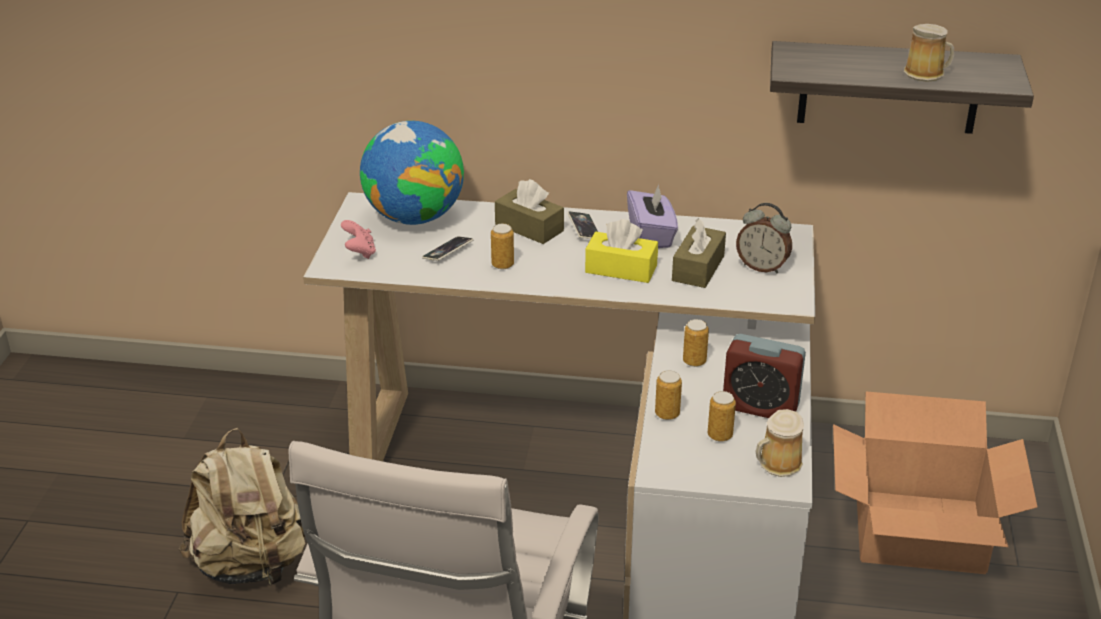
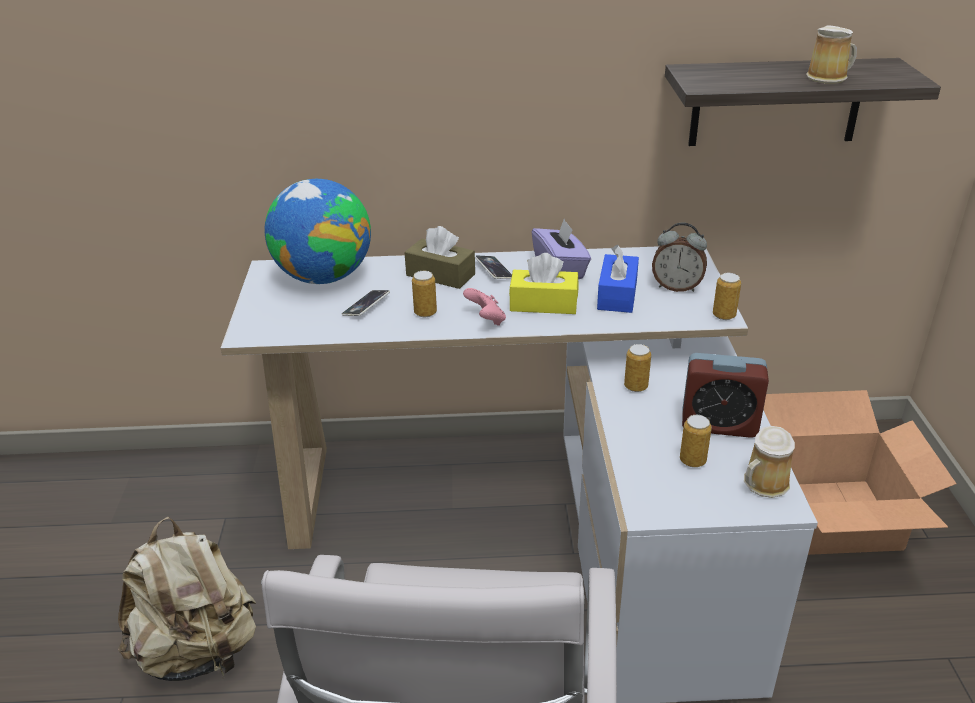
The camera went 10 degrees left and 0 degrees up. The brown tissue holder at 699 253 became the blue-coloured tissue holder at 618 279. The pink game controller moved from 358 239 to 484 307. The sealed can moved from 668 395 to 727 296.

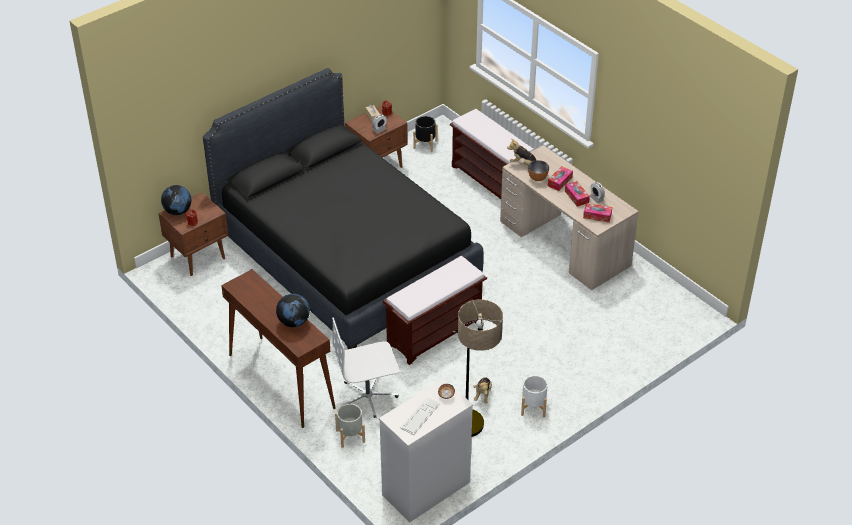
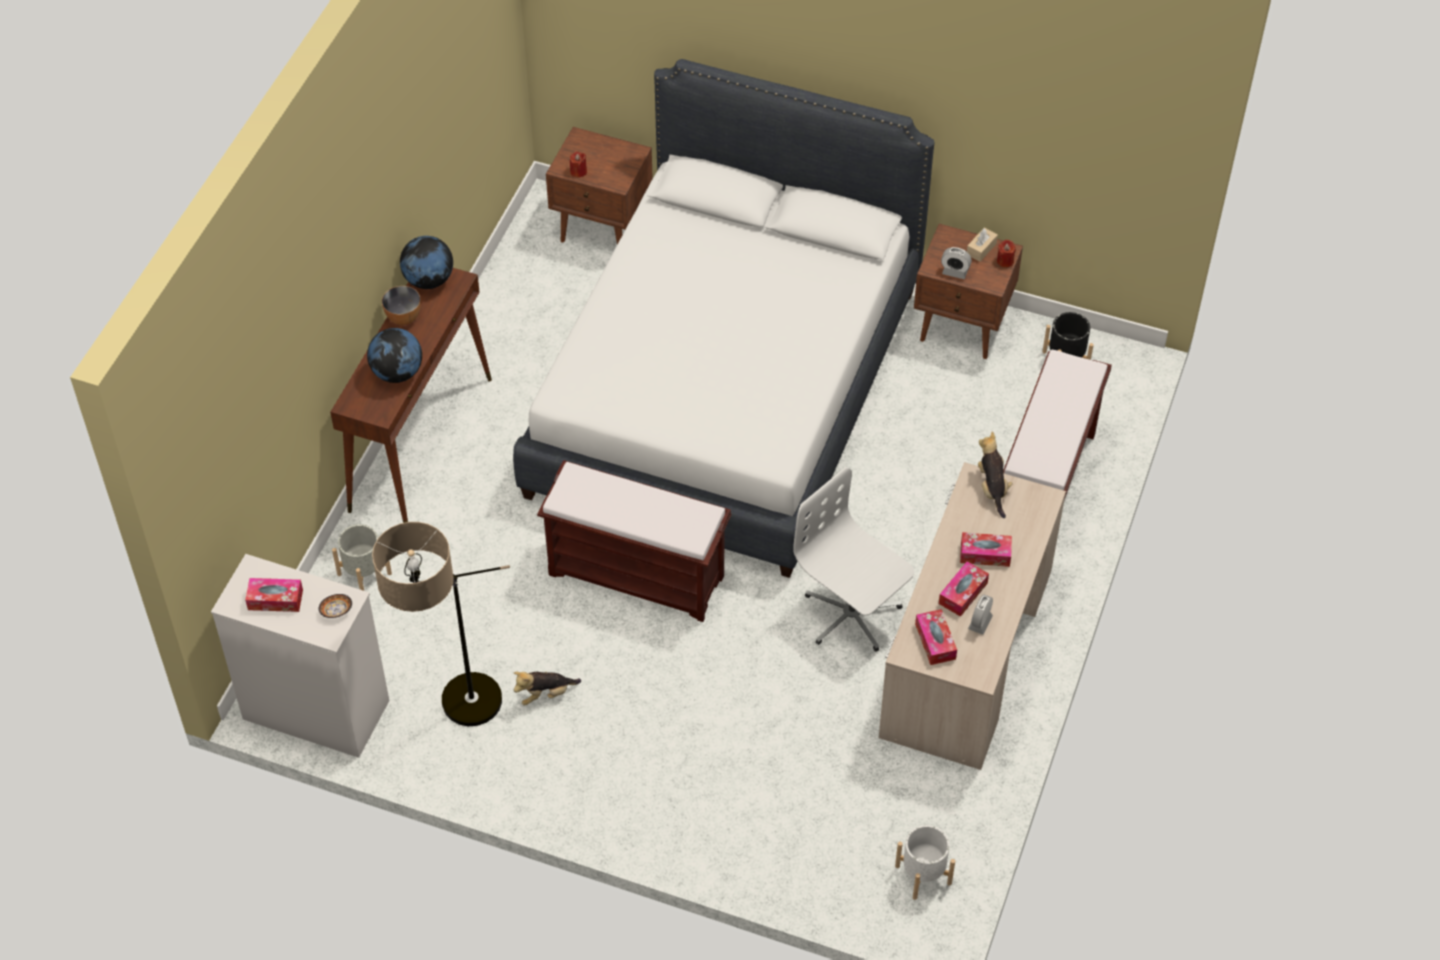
The camera went 60 degrees right and 10 degrees up. The black sleeping bed at 343 208 became the white-coloured sleeping bed at 723 318. The serving bowl moved from 538 170 to 401 305. The world globe moved from 176 200 to 426 262. The white-coloured desk chair moved from 365 367 to 854 559. The white-coloured plant pot moved from 534 396 to 925 862. The PC keyboard at 420 416 was replaced by the tissue holder at 274 595.

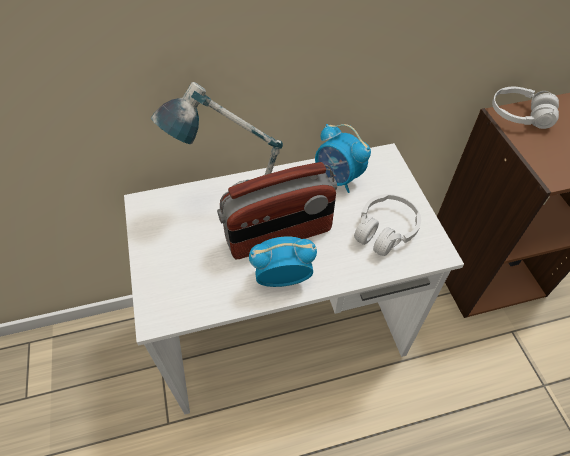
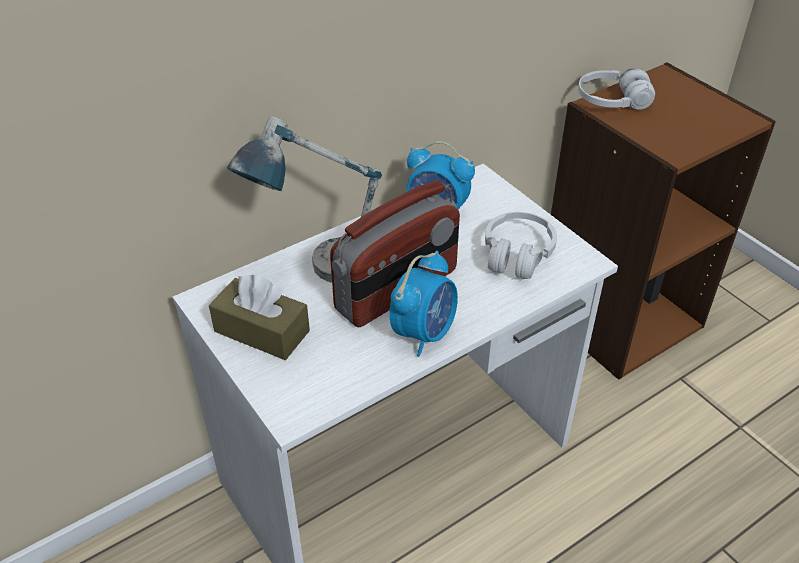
The camera went 20 degrees left and 10 degrees down. The alarm clock at 283 261 turned 150 degrees clockwise. The brown tissue holder at 259 317 appeared.

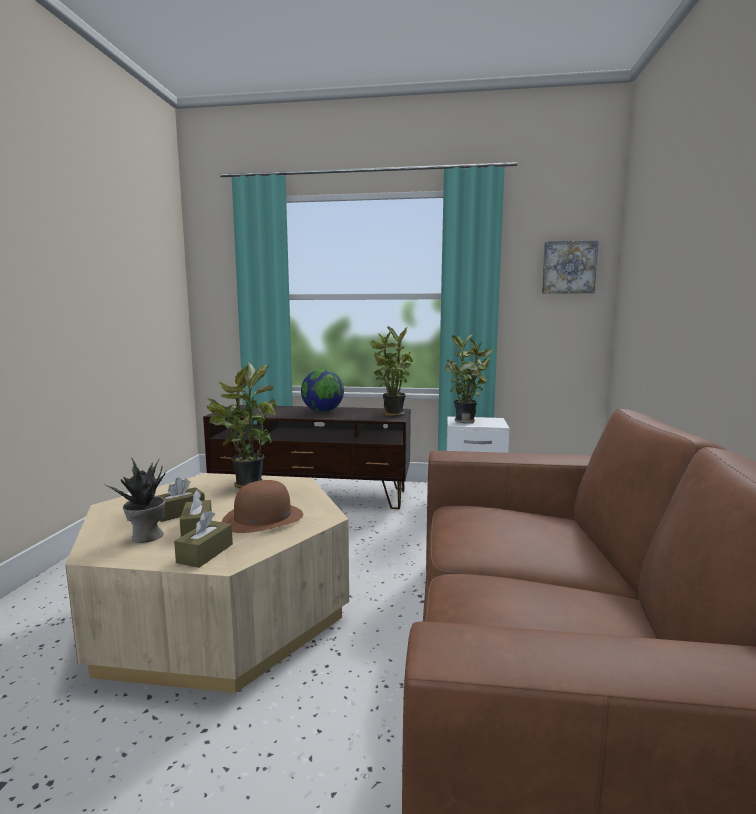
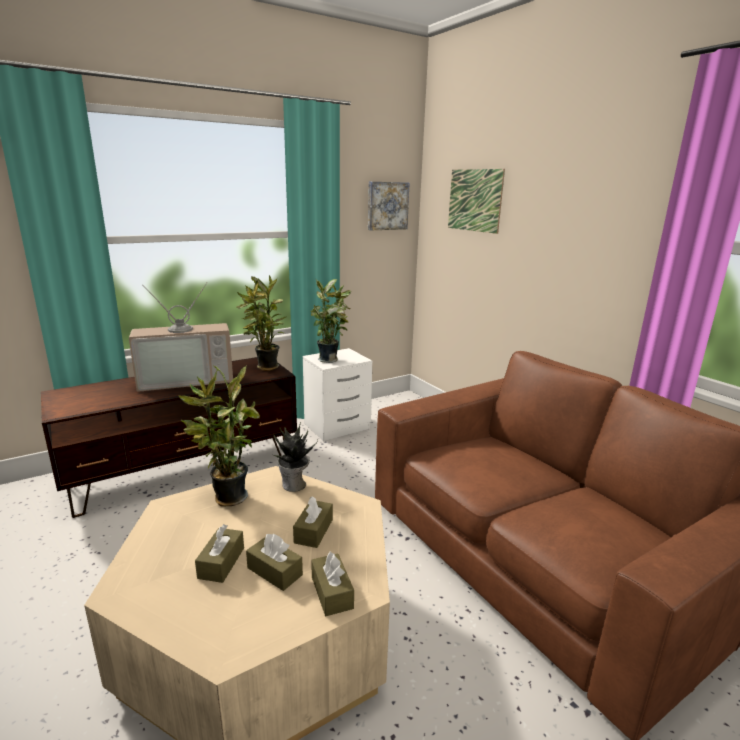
The camera went 40 degrees left and 10 degrees up. The world globe at 322 390 was replaced by the TV set at 181 337. The potted plant moved from 135 500 to 295 457. The brown hat at 262 506 was replaced by the brown tissue holder at 313 522. The wall picture at 476 201 appeared.

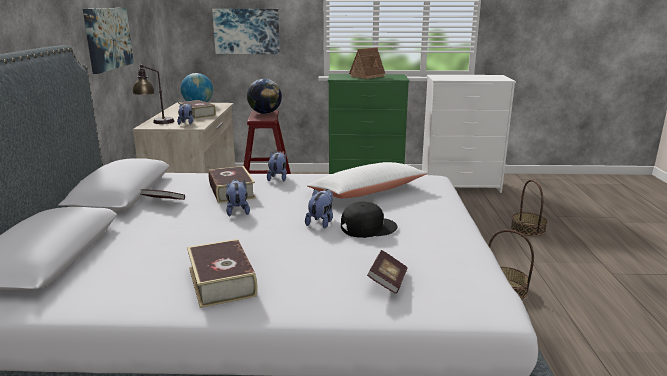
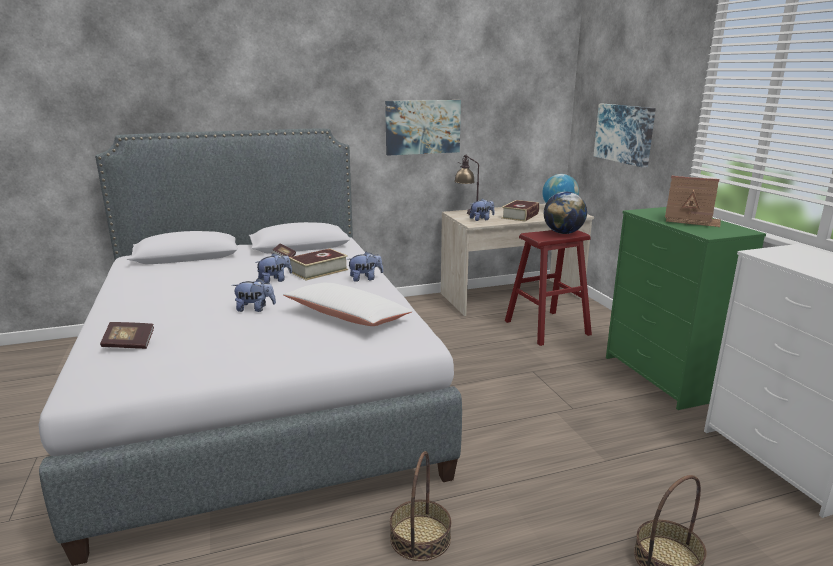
The camera went 70 degrees right and 0 degrees up. The black baseball cap at 369 220 disappeared. The book at 222 273 disappeared.

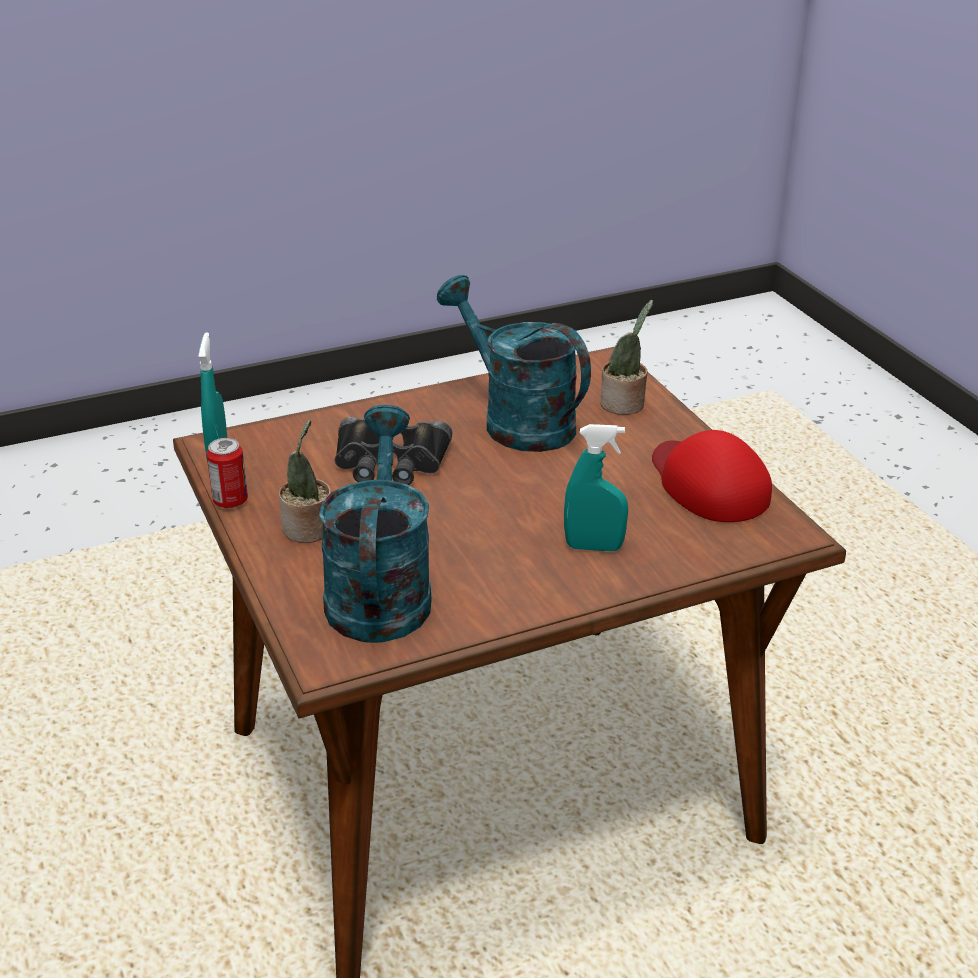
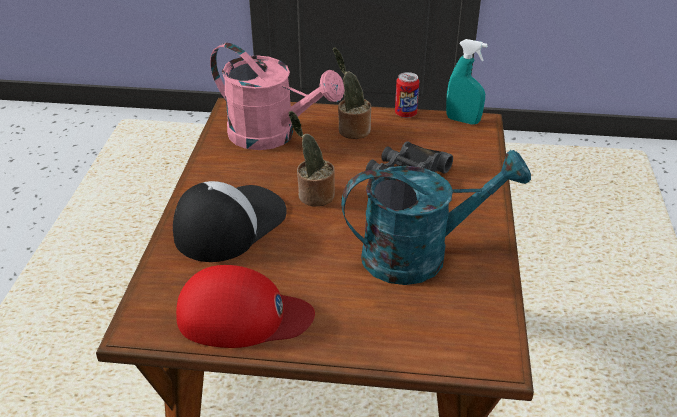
The camera went 120 degrees right and 5 degrees up. The potted plant moved from 626 357 to 312 159. The blue-green watering pot at 375 524 became the pink watering pot at 277 96. The blue-green hand sprayer at 596 487 was replaced by the baseball cap at 230 221.

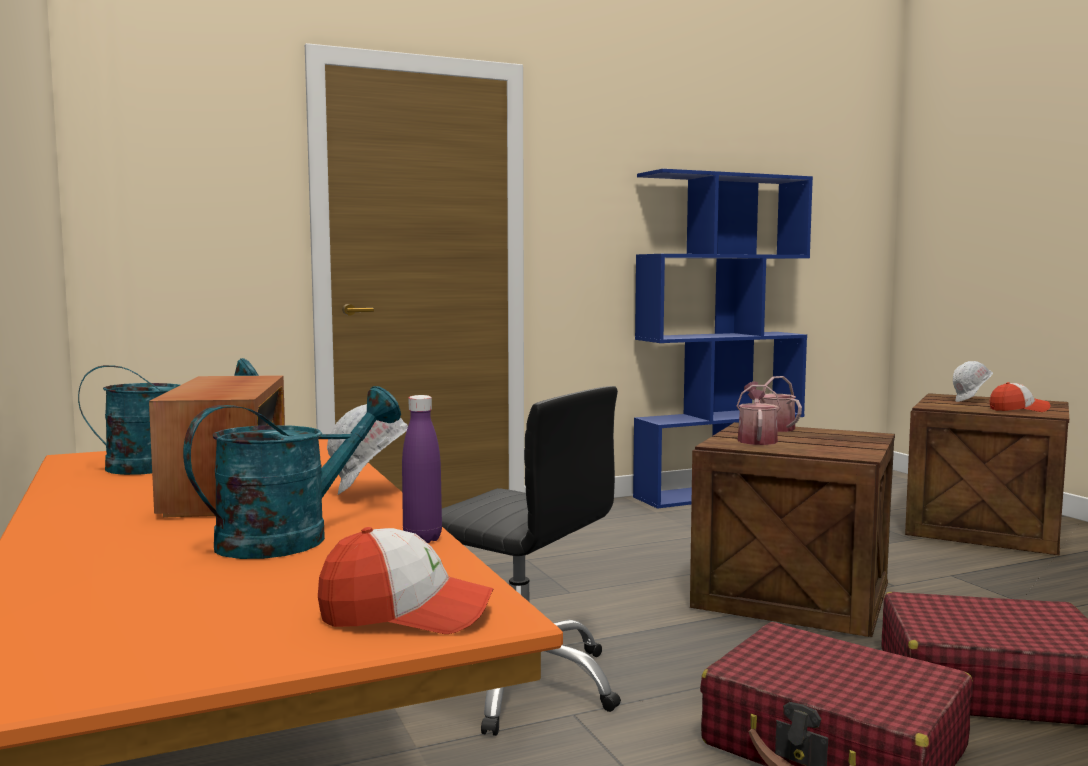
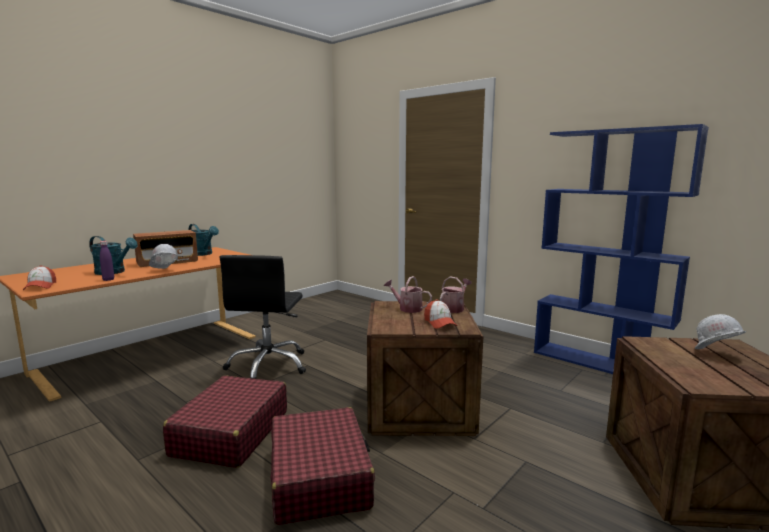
The camera went 65 degrees right and 5 degrees up. The baseball cap moved from 1020 397 to 440 314. The watering pot at 759 415 turned 135 degrees counterclockwise.

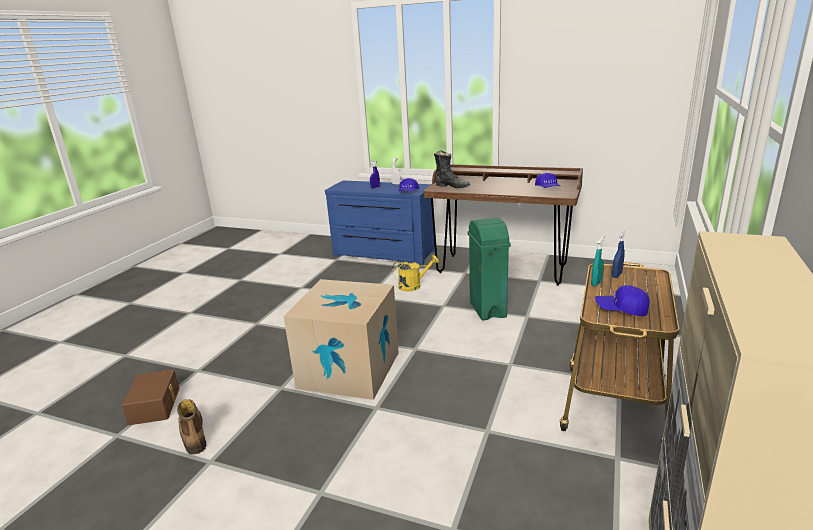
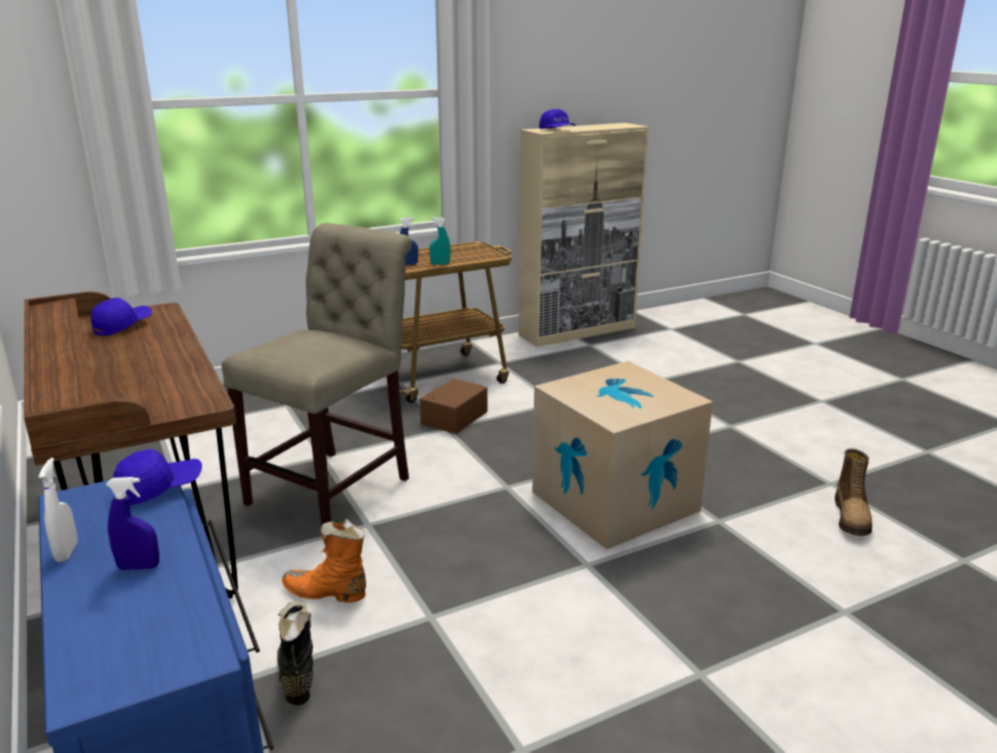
The camera went 140 degrees left and 0 degrees up. The black tall boot moved from 452 169 to 295 652. The green trash can at 489 269 was replaced by the beige upright chair at 317 374. The yellow-coloured watering pot at 415 273 was replaced by the orangey tall boot at 324 561. The blue-coloured baseball cap moved from 622 300 to 557 119. The brown storage box moved from 150 397 to 454 406.

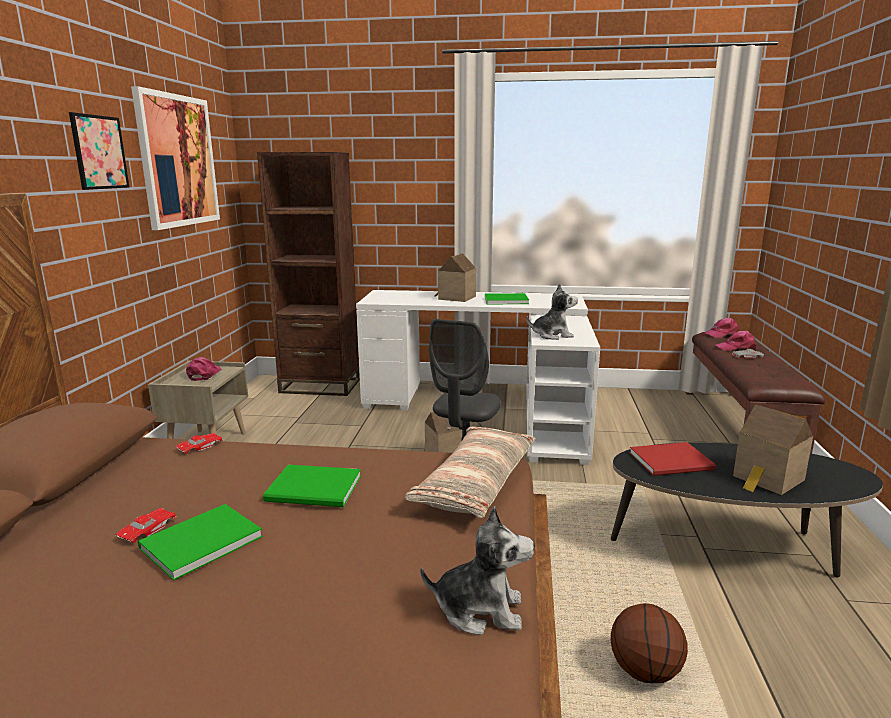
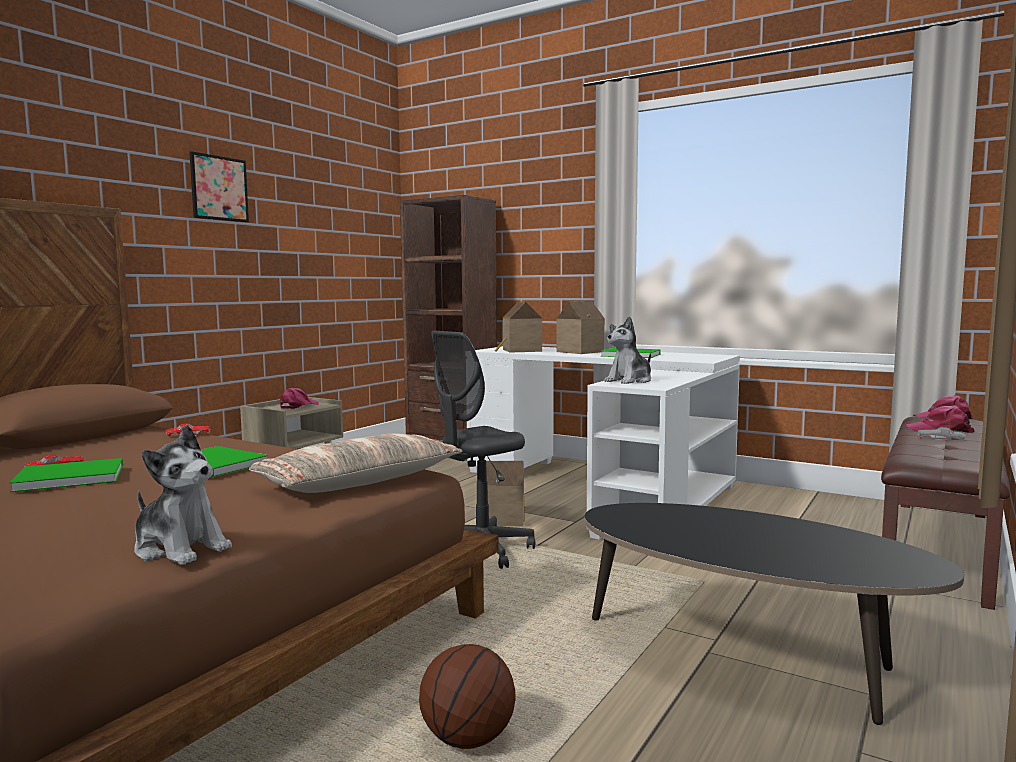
The camera went 25 degrees right and 10 degrees down. The wall picture at 175 158 disappeared. The cuddly toy at 552 311 turned 120 degrees clockwise. The model house moved from 773 449 to 518 327. The red-coloured book at 673 459 disappeared.

